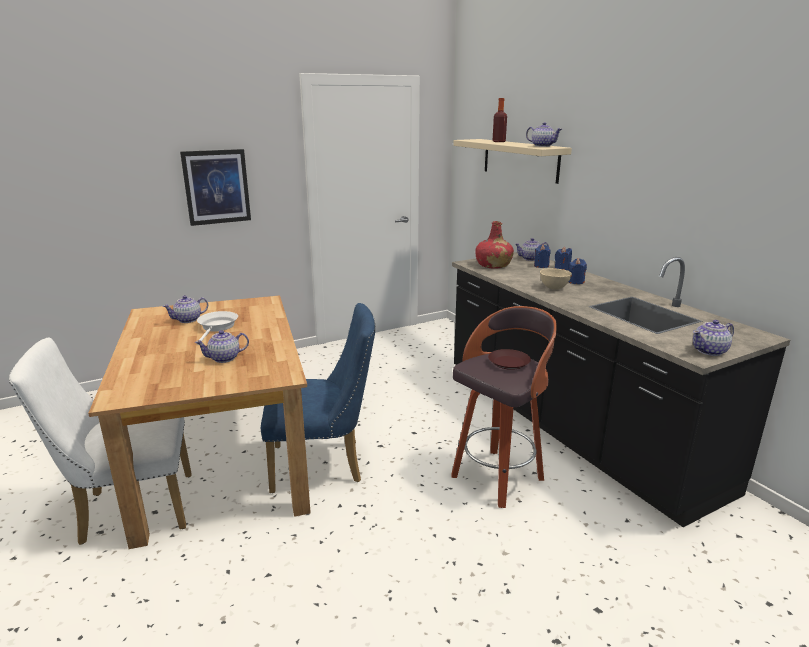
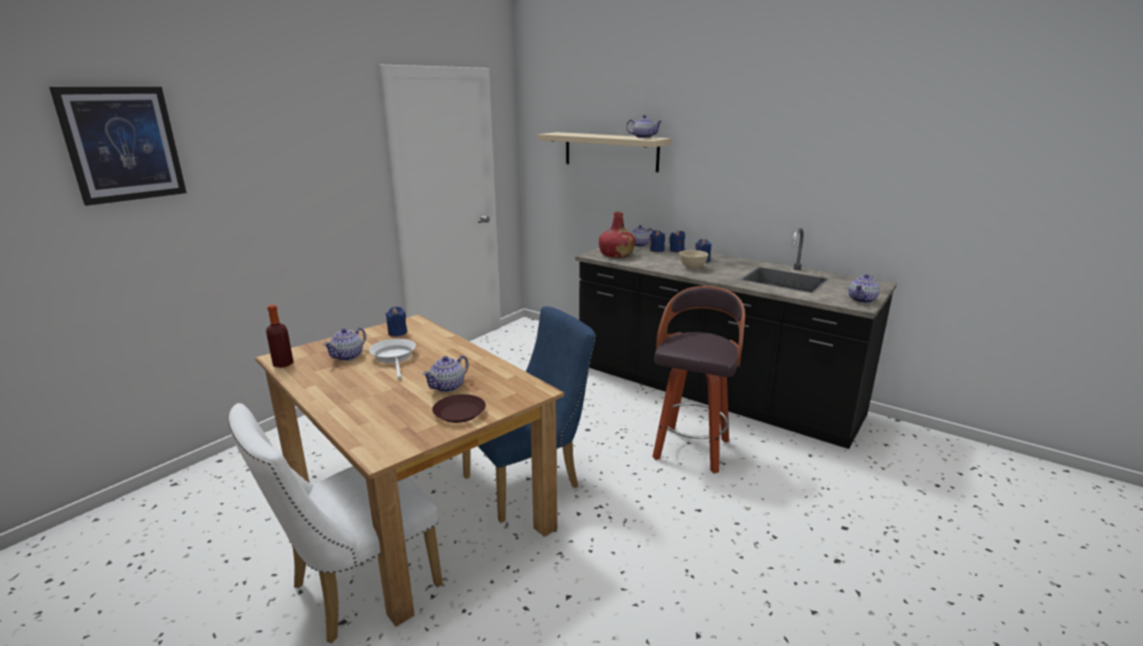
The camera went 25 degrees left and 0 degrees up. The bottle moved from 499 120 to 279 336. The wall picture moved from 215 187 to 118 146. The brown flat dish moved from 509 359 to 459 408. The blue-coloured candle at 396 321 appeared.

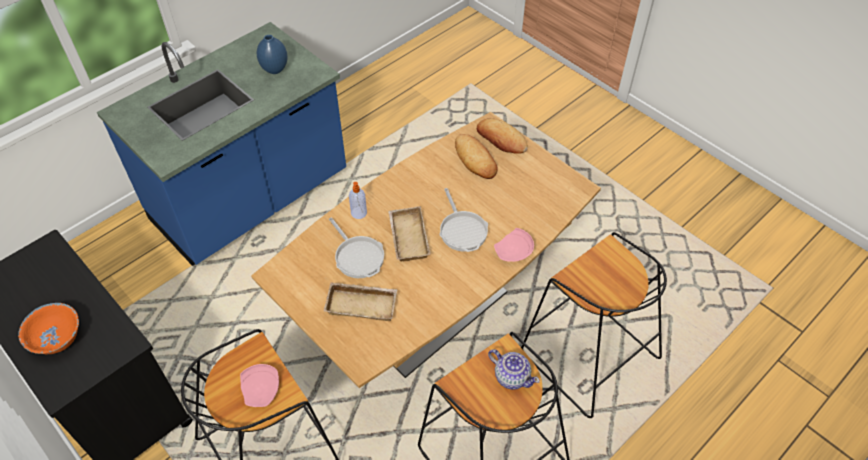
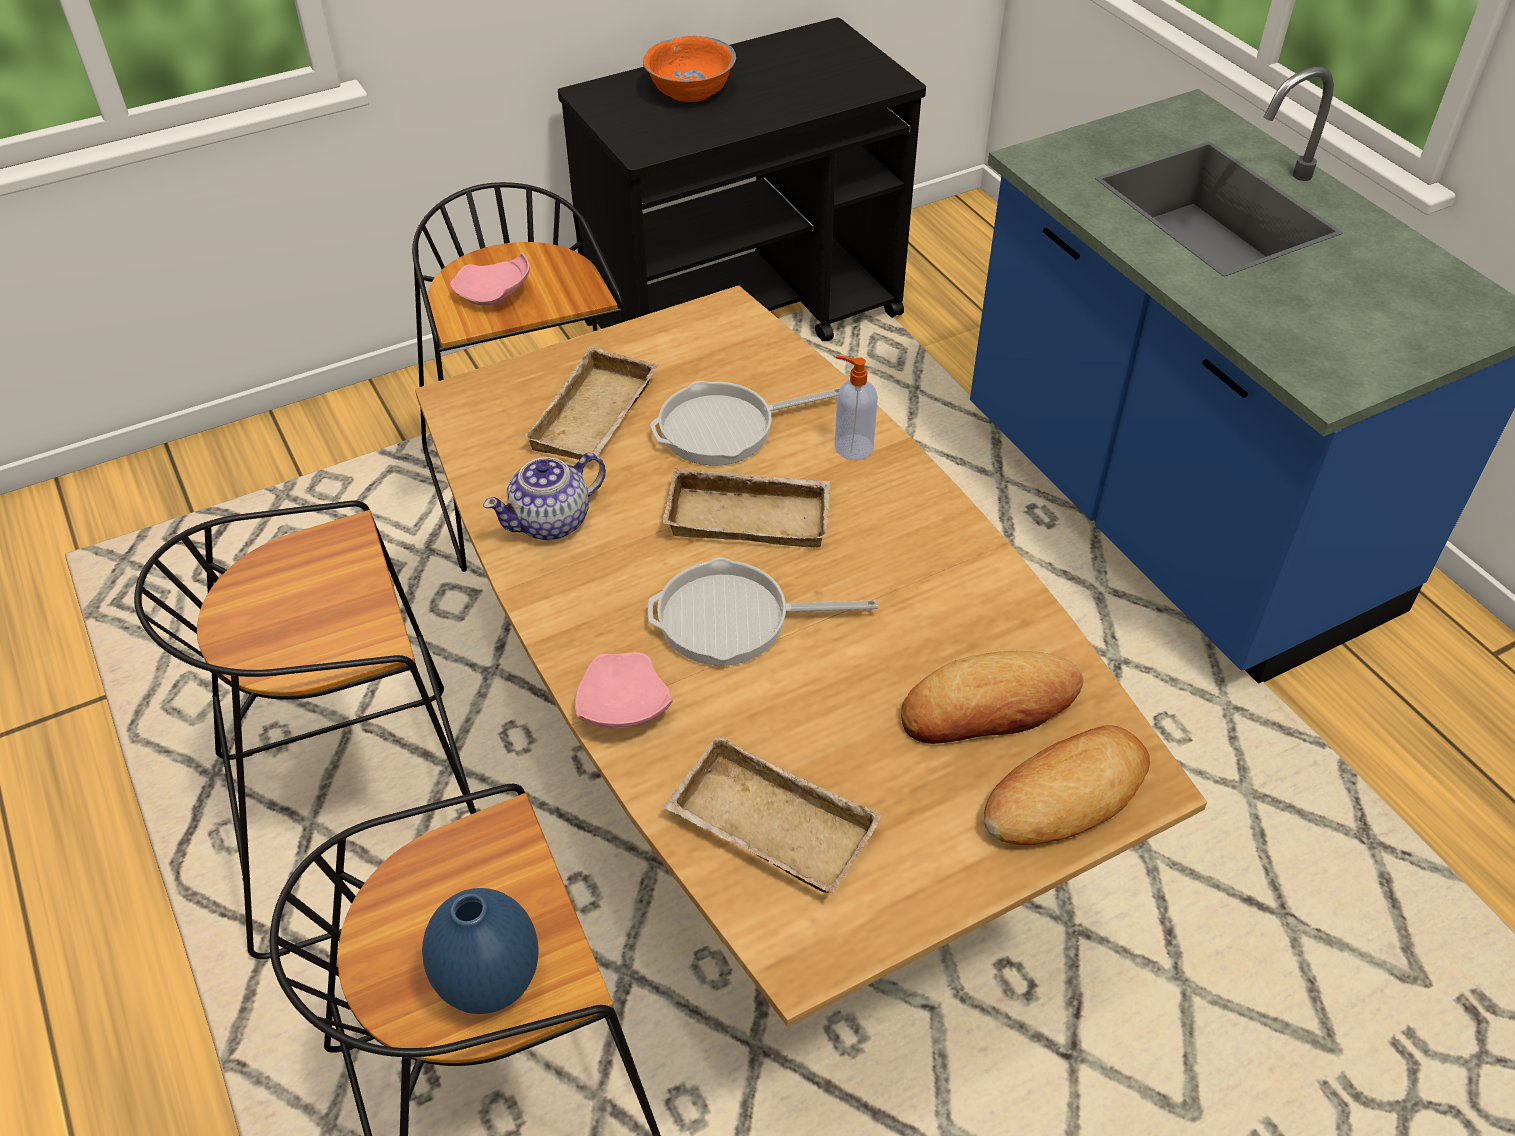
The camera went 105 degrees right and 5 degrees down. The blue-coloured flower vase moved from 272 54 to 480 951. The pot for tea moved from 514 369 to 544 496. The beige carrying tray at 772 814 appeared.

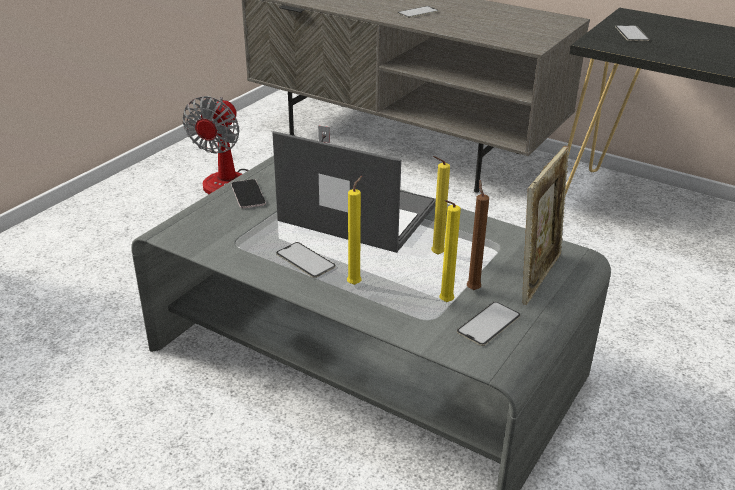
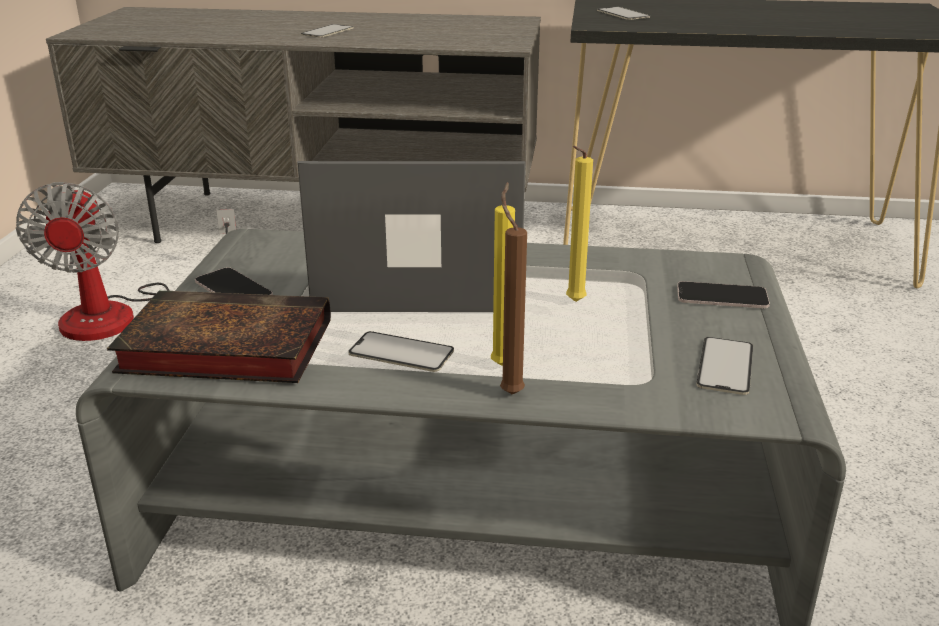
The camera went 25 degrees left and 5 degrees down. The photo frame at 545 225 was replaced by the telephone at 723 294. The brown candle moved from 478 235 to 513 300. The yellow-coloured candle at 450 251 disappeared. The book at 219 336 appeared.

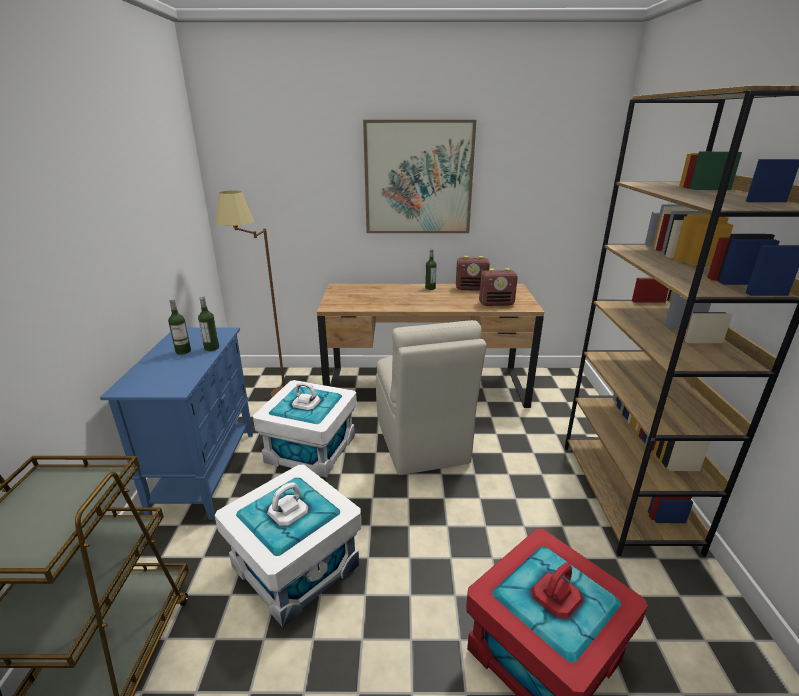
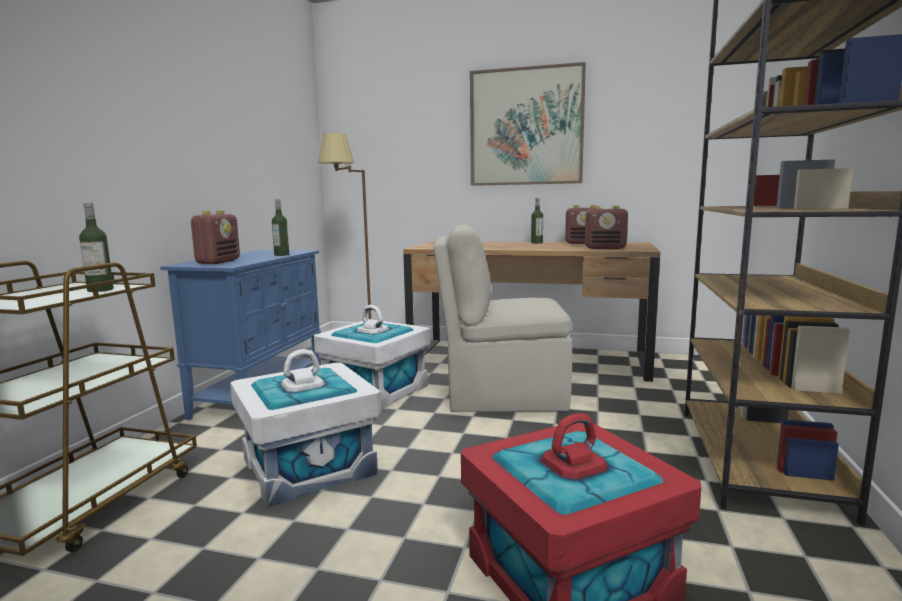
The camera went 15 degrees right and 15 degrees down. The bottle moved from 179 327 to 96 247. The beige upright chair at 431 397 turned 90 degrees clockwise. The radio set at 215 237 appeared.

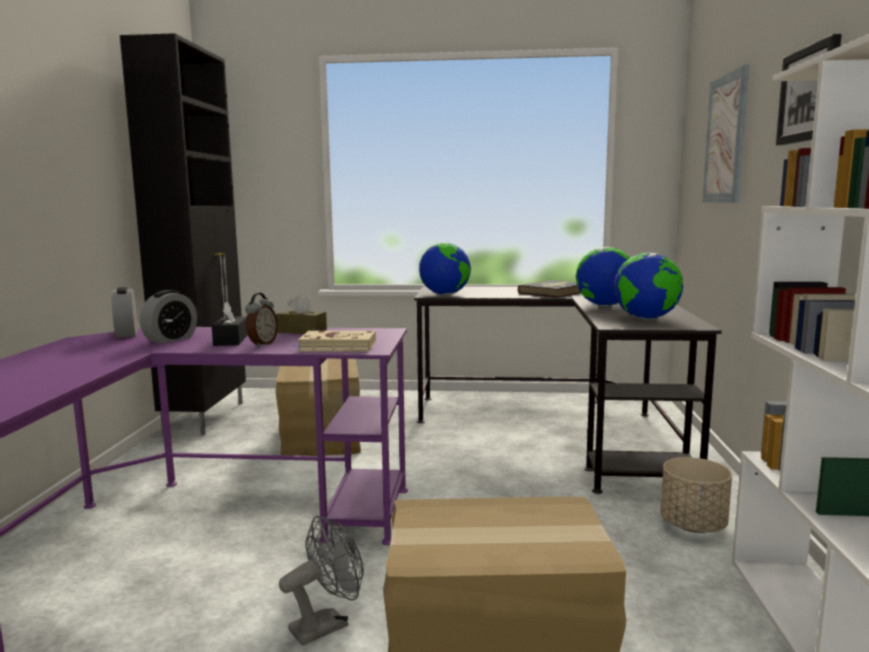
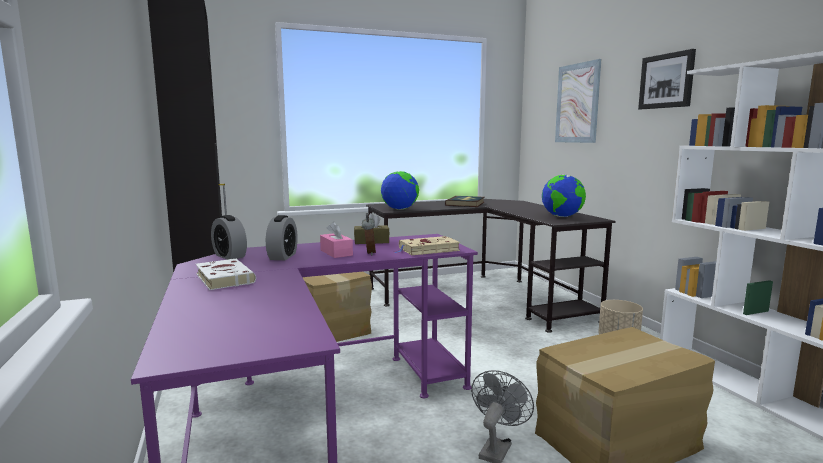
The camera went 25 degrees left and 0 degrees up. The world globe at 603 276 disappeared. The black tissue holder at 230 323 became the pink tissue holder at 336 239. The white-coloured book at 225 274 appeared.

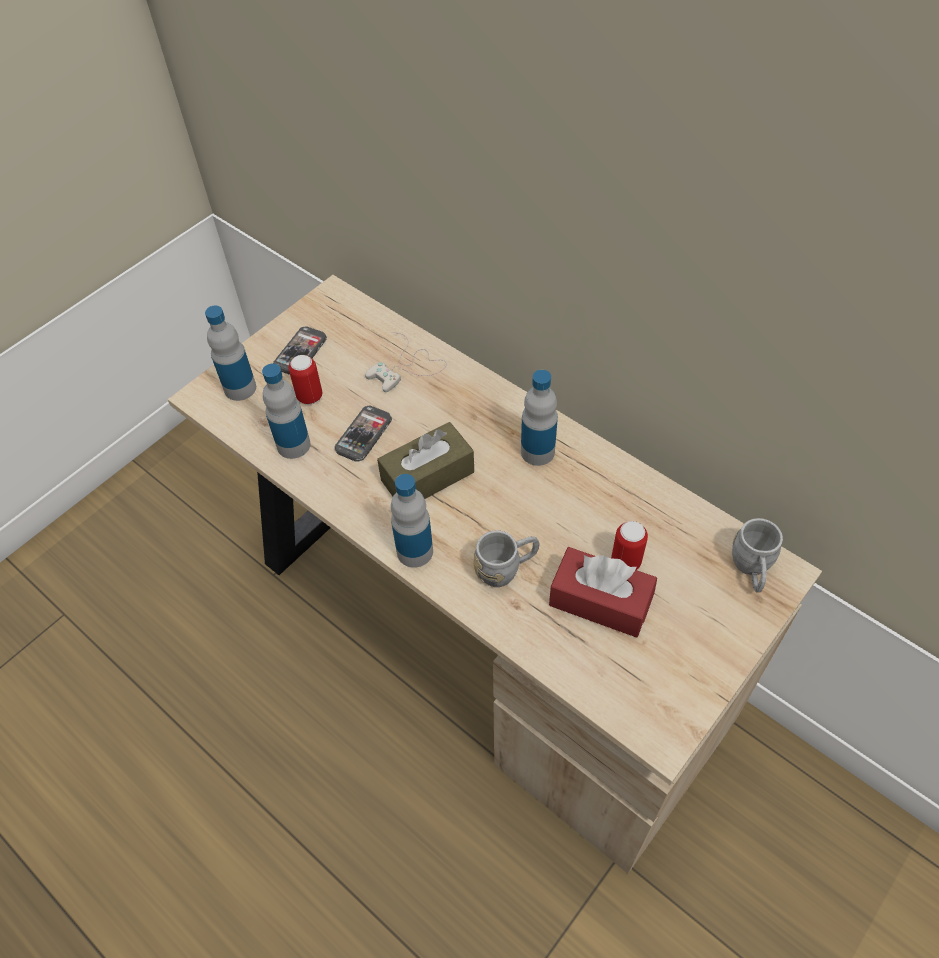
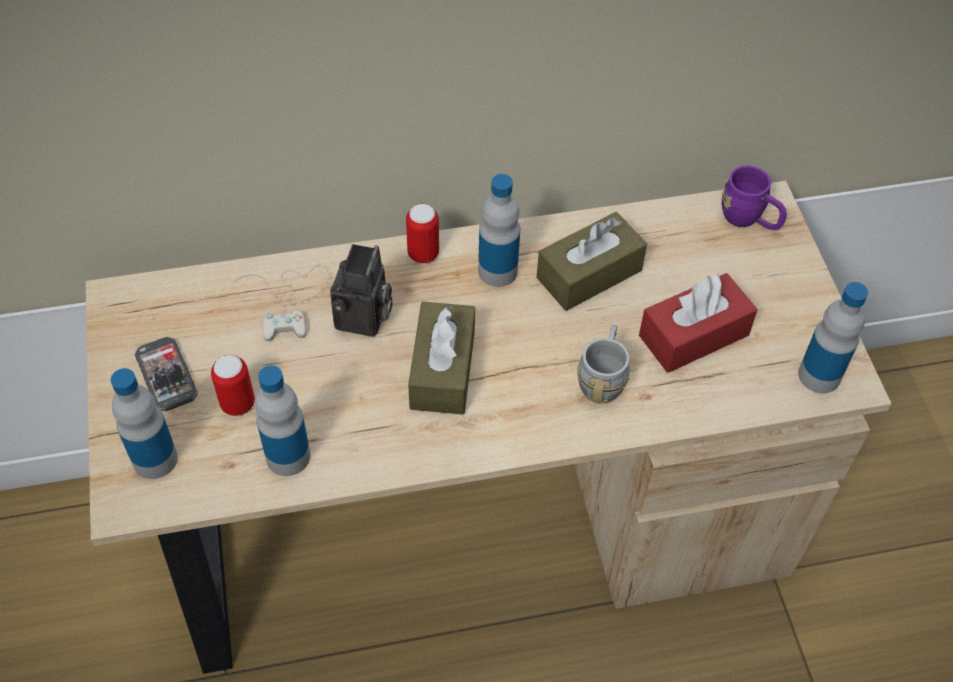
The camera went 55 degrees left and 0 degrees up. The telephone at 363 434 disappeared. The bottle moved from 412 521 to 833 337. The gray tea mug at 757 555 became the purple-coloured tea mug at 754 197. The sealed can moved from 629 545 to 422 234. The brown tissue holder at 591 261 appeared. The still camera at 361 290 appeared.

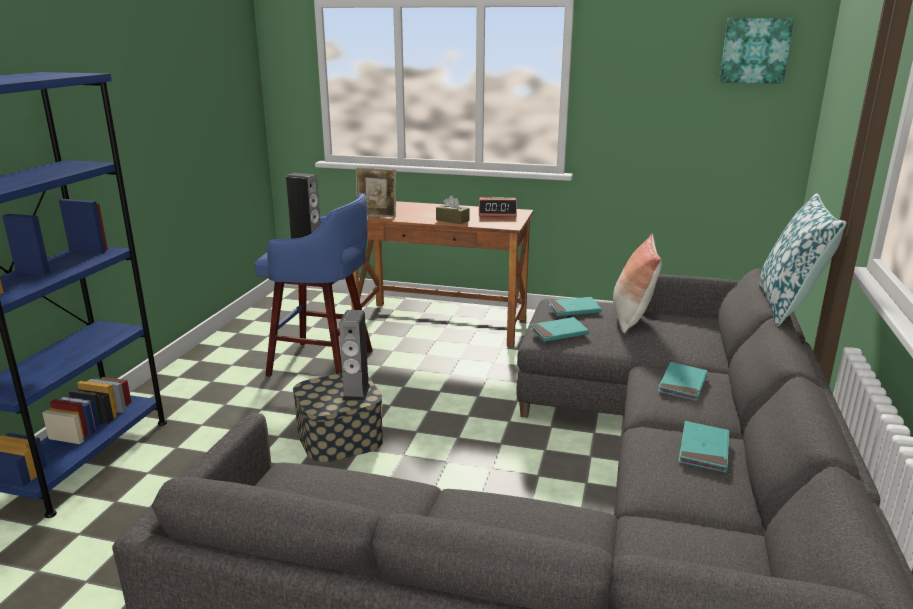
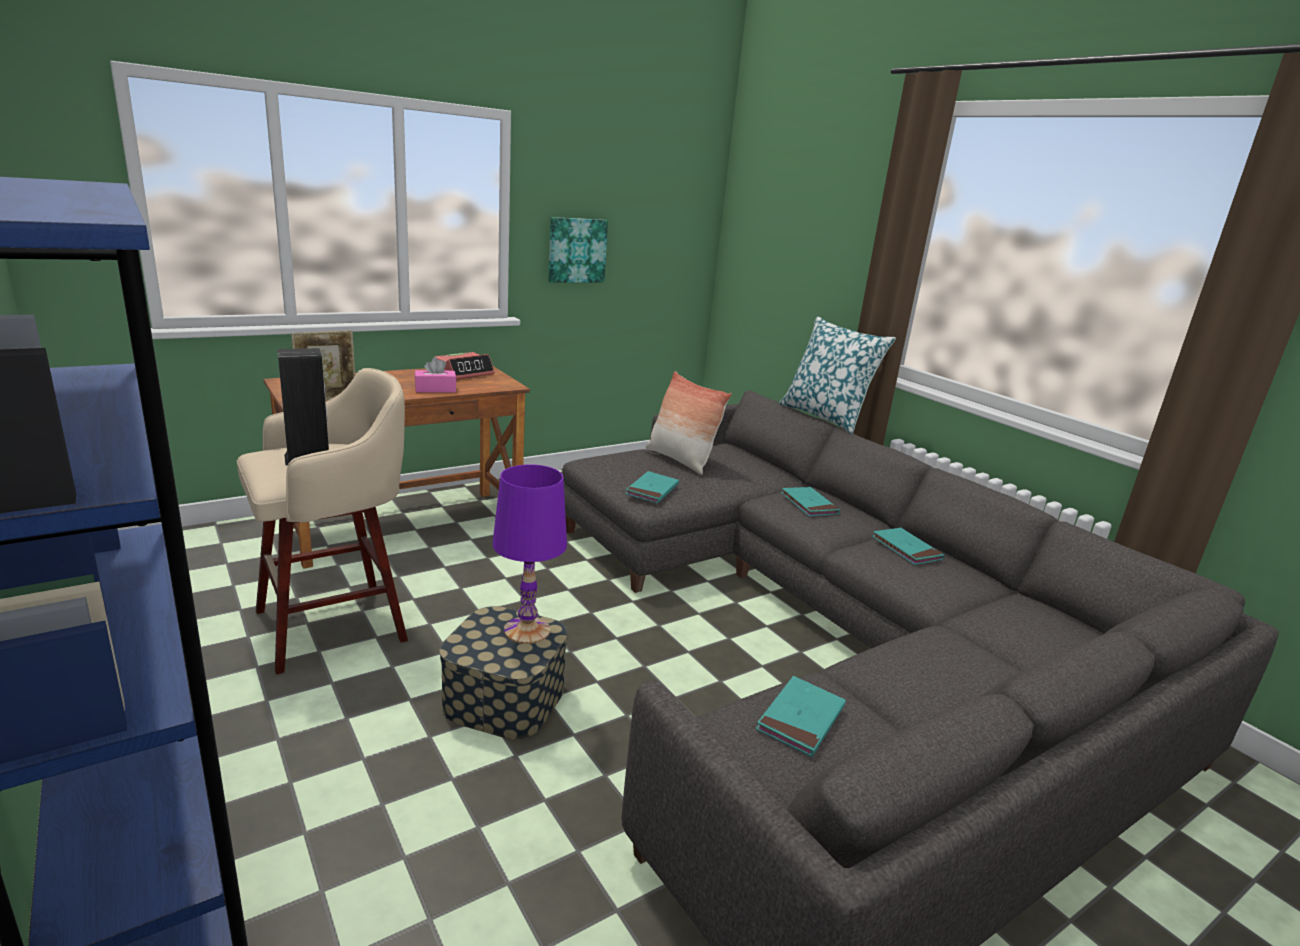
The camera went 50 degrees left and 0 degrees up. The wall picture moved from 757 51 to 578 250. The blue-coloured stool seat at 314 285 became the beige stool seat at 322 521. The brown tissue holder at 453 210 became the pink tissue holder at 435 375. The blue-green book moved from 574 306 to 801 716. The speaker at 354 355 was replaced by the purple-coloured table lamp at 529 554.

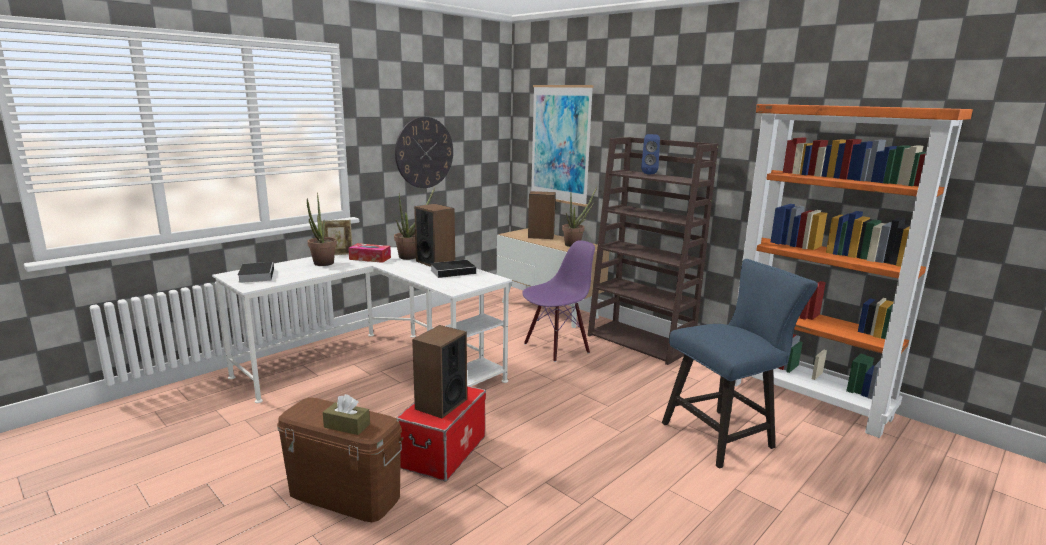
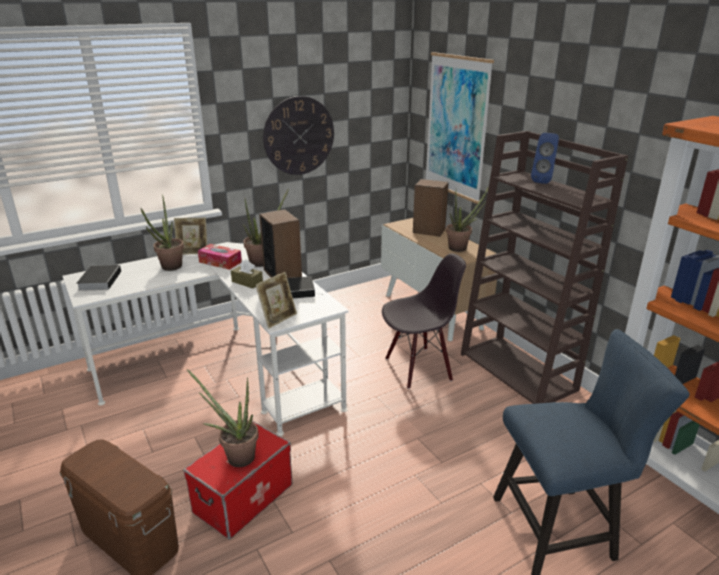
The camera went 15 degrees right and 10 degrees up. The purple-coloured upright chair at 558 301 became the black upright chair at 424 321. The speaker at 439 371 was replaced by the potted plant at 222 418. The brown tissue holder moved from 346 414 to 247 274. The photo frame at 276 300 appeared.

